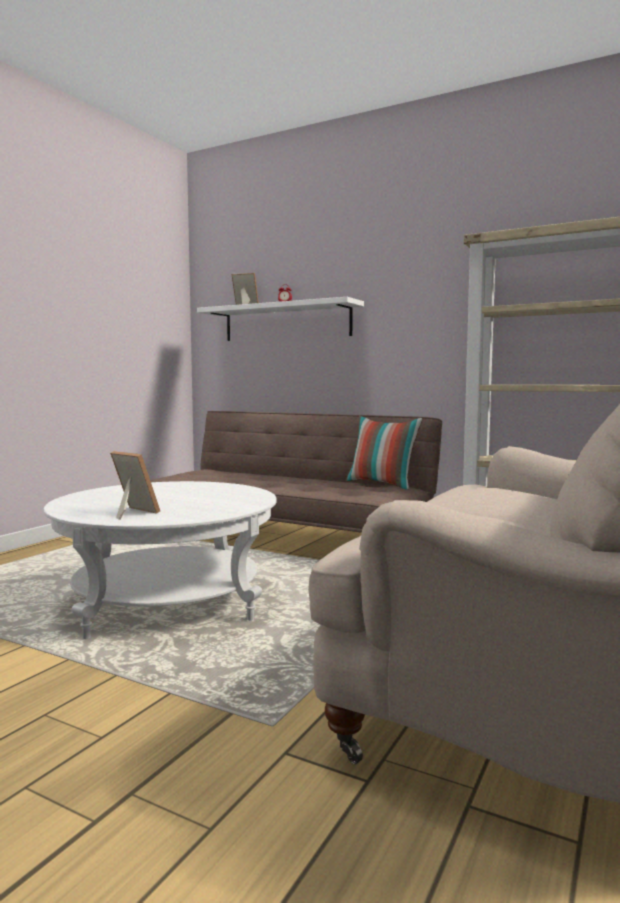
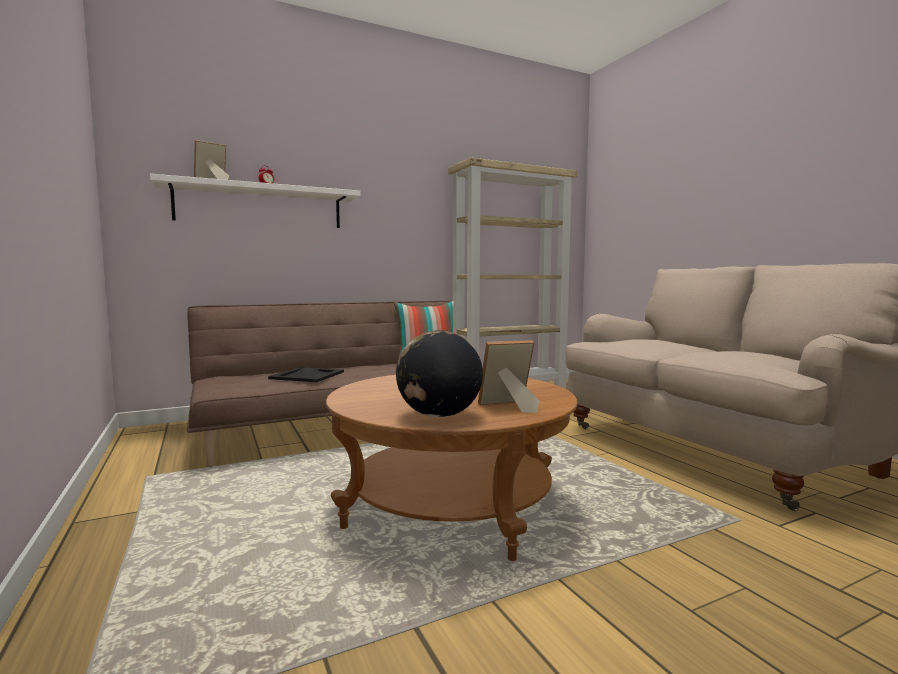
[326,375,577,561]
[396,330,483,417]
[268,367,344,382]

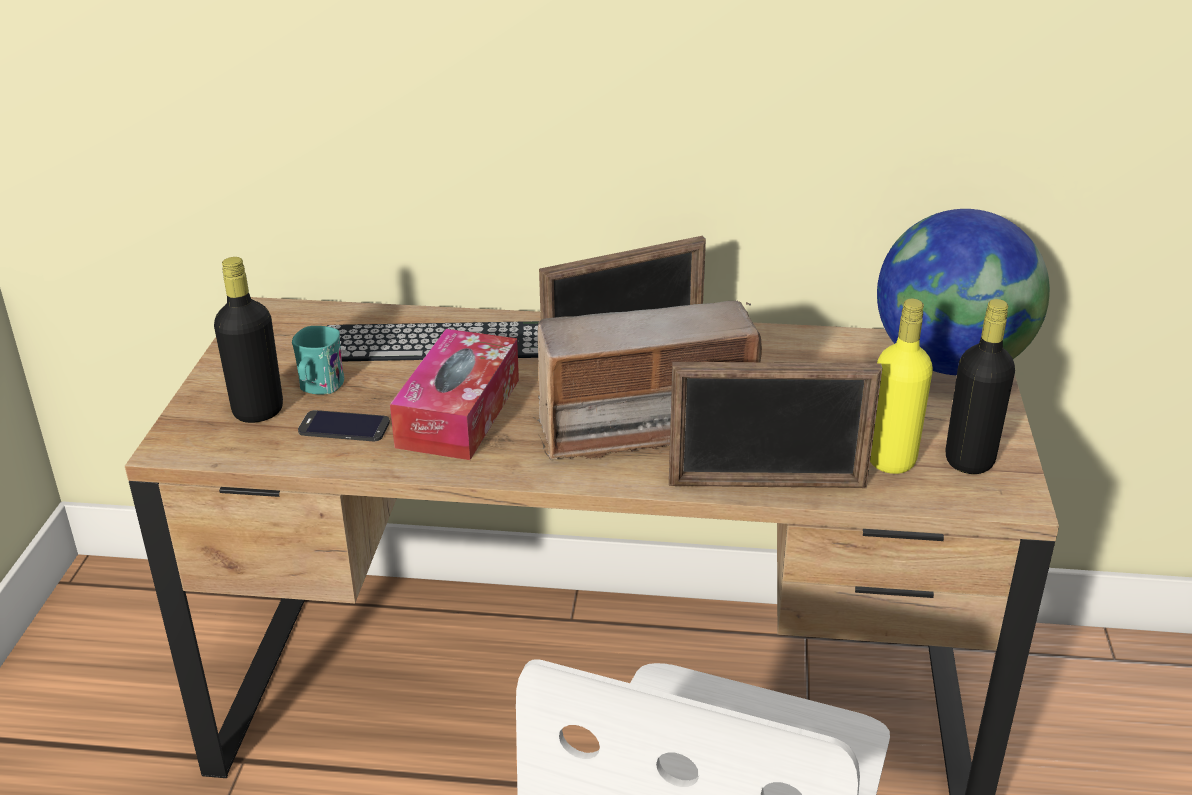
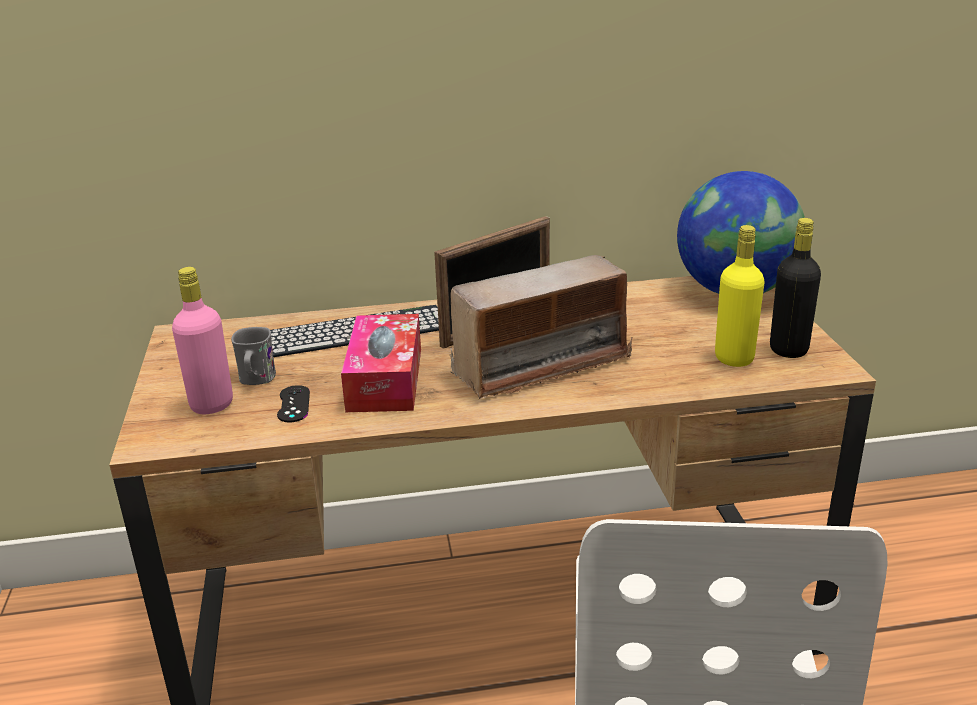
[172,267,233,414]
[231,327,276,385]
[669,362,882,488] (first image)
[277,385,310,422]

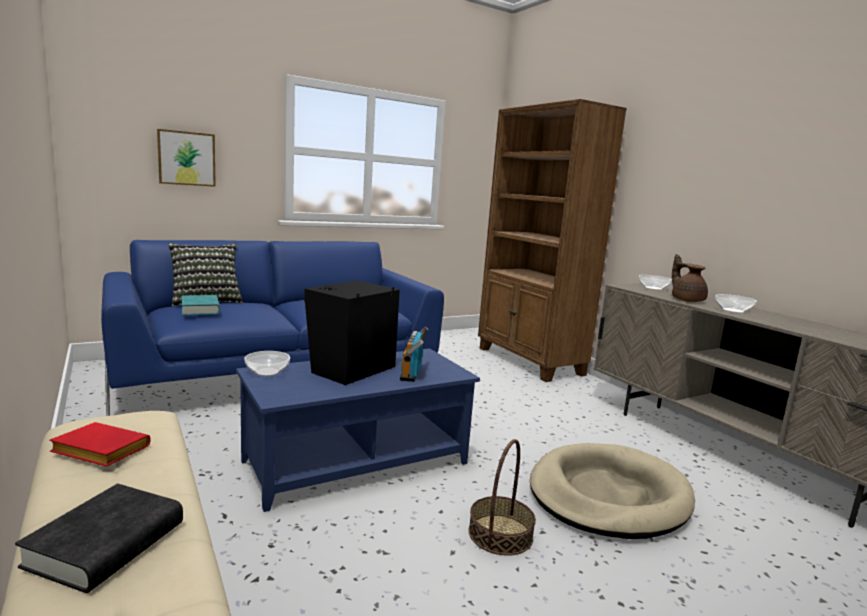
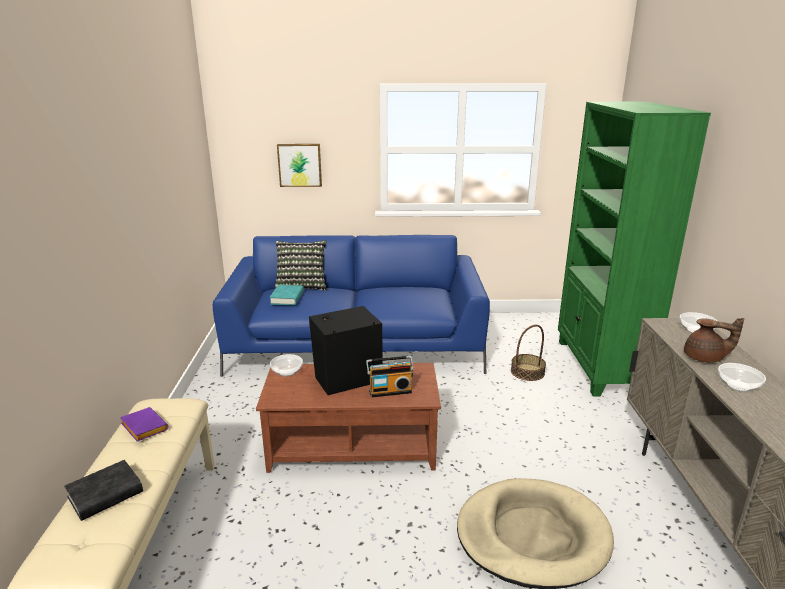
[558,102,711,396]
[684,318,744,363]
[366,356,414,398]
[256,363,441,473]
[120,407,169,442]
[511,325,546,381]

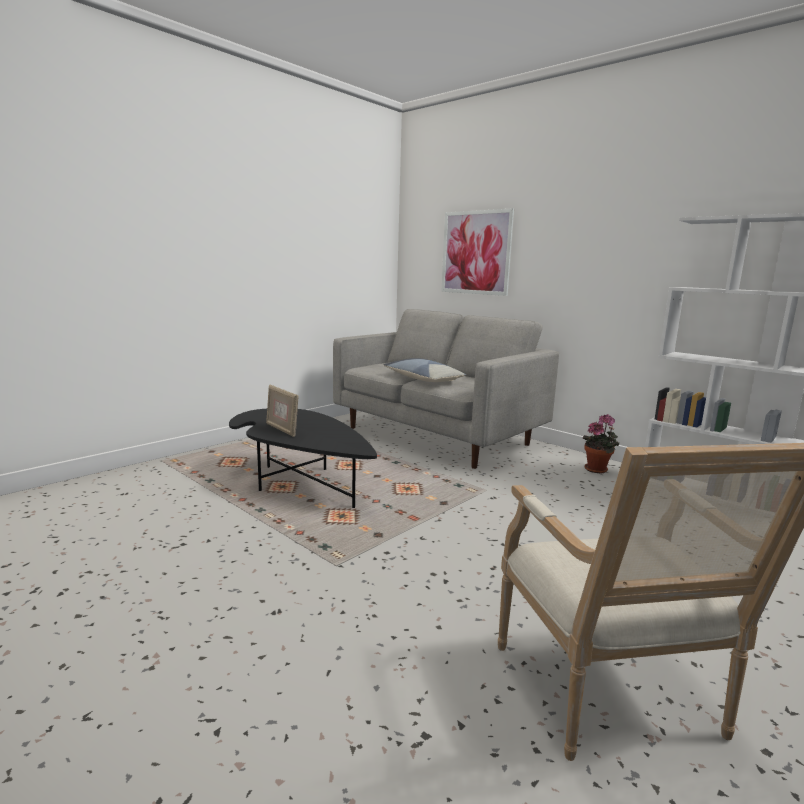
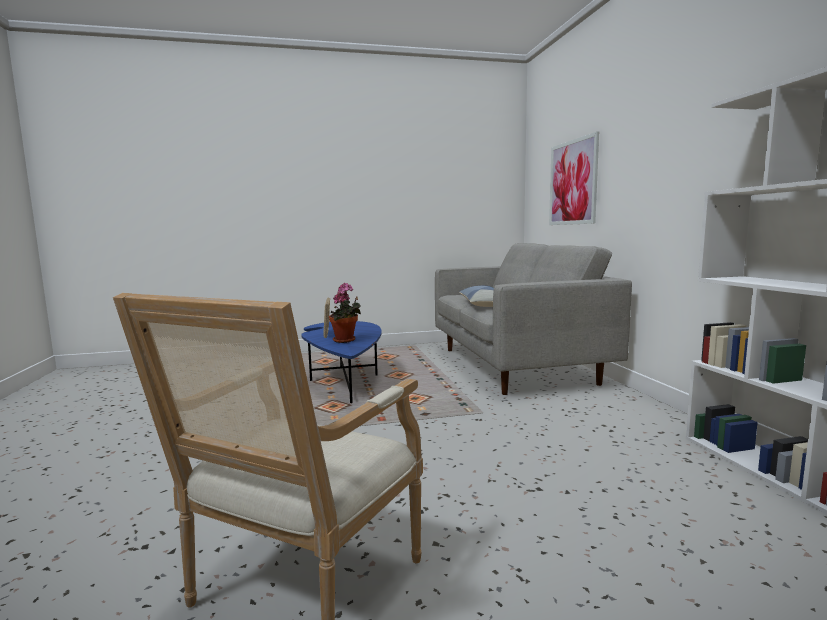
[301,321,382,403]
[329,283,361,343]

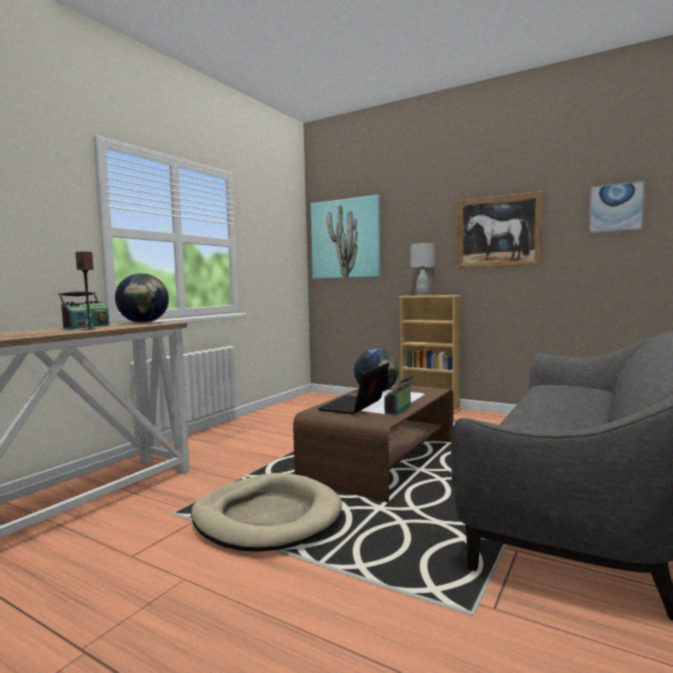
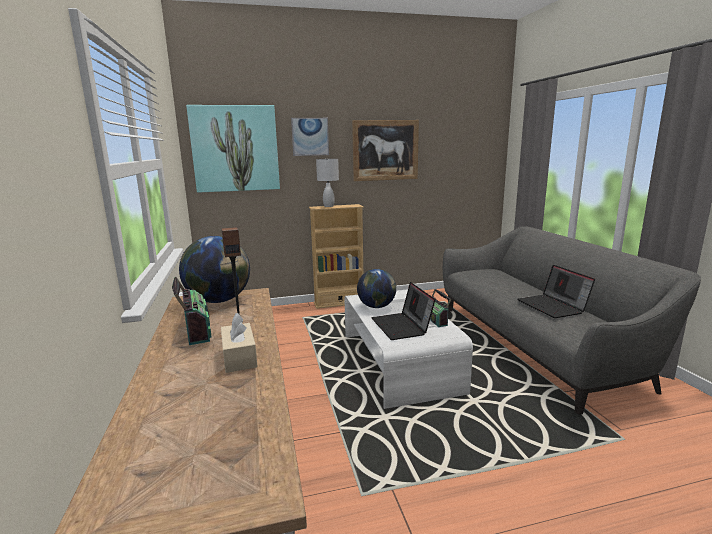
[291,118,329,156]
[345,289,473,409]
[191,473,342,552] (first image)
[517,265,595,318]
[221,313,258,373]

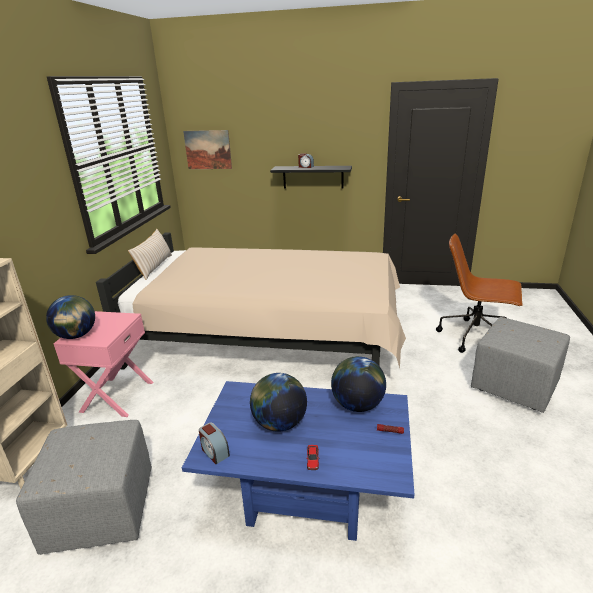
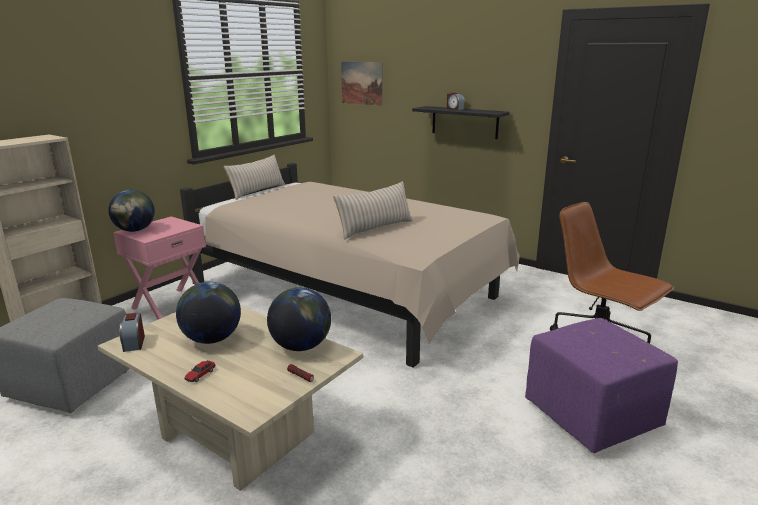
[525,318,678,453]
[98,306,363,491]
[333,181,413,240]

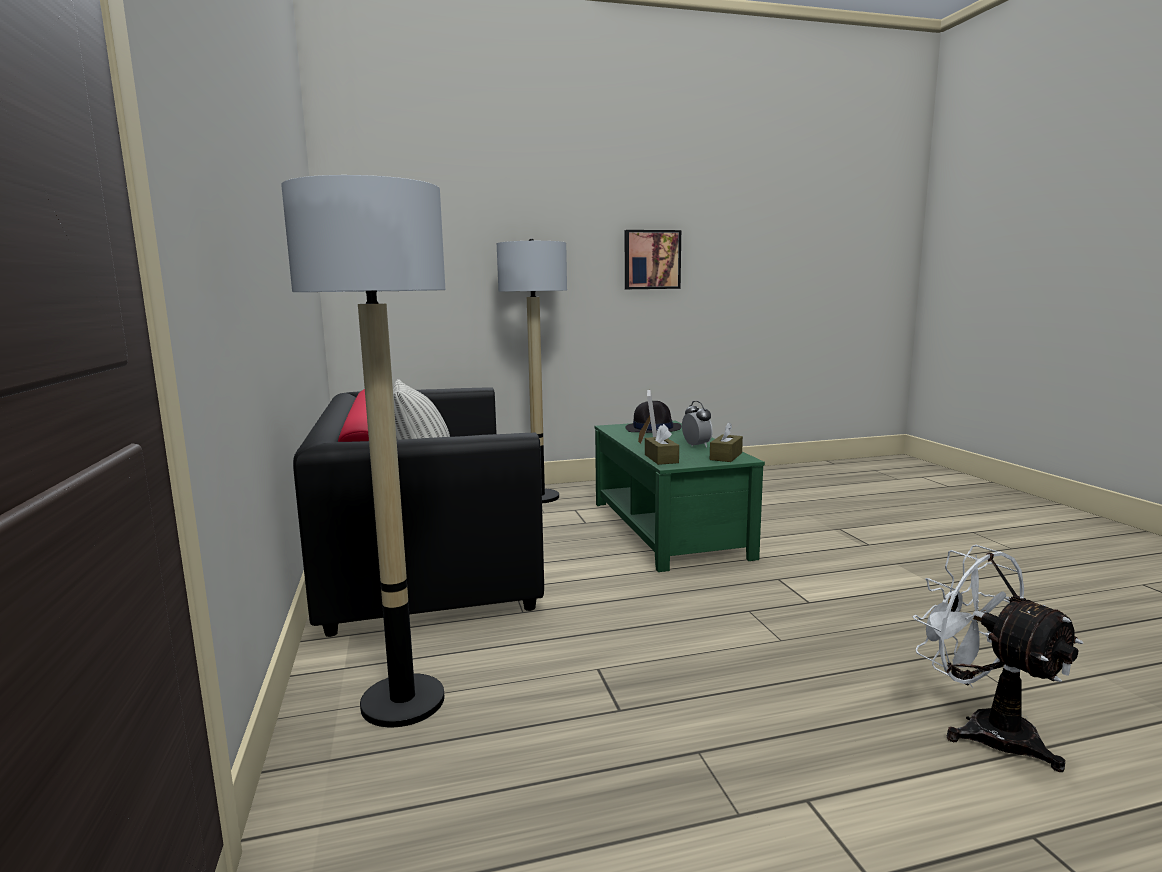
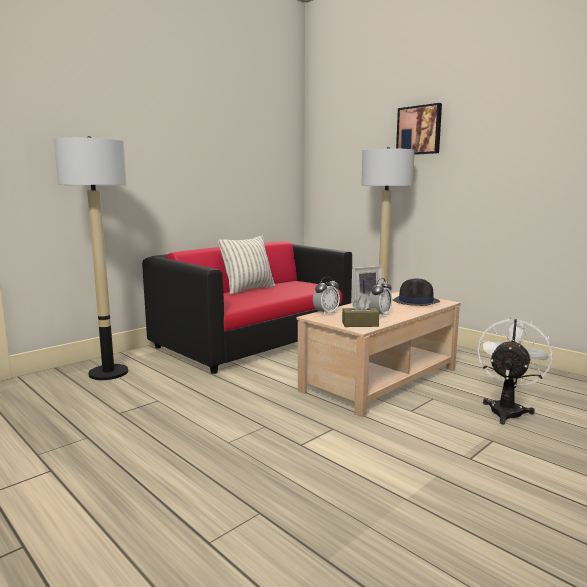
[396,103,442,155]
[296,292,461,417]
[313,277,340,315]
[477,317,553,425]

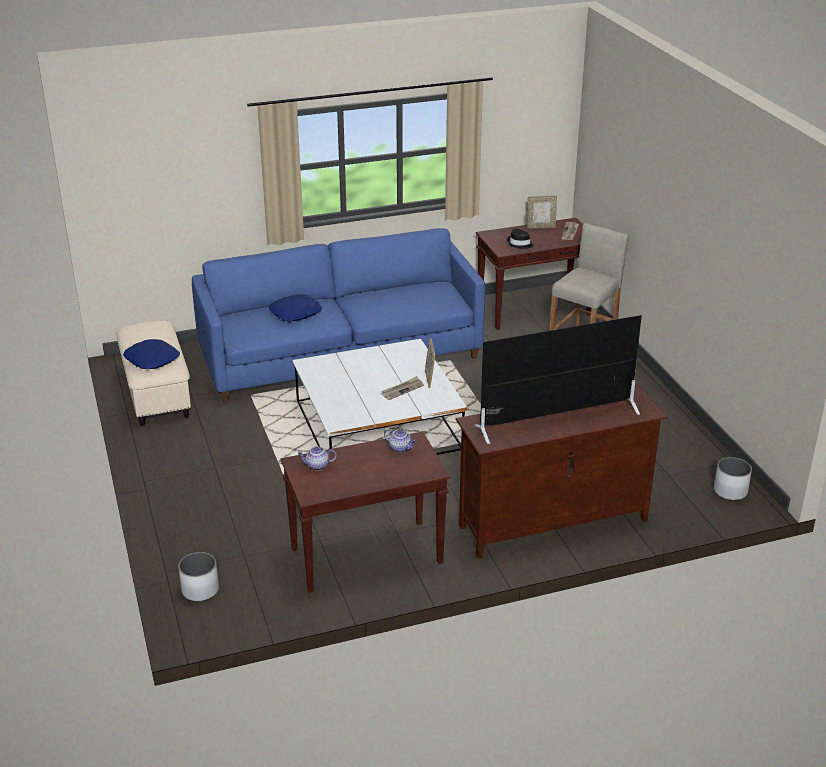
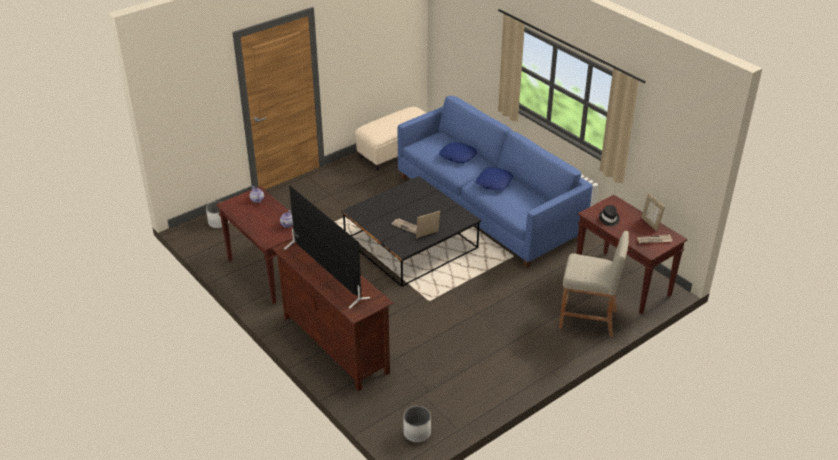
[476,167,513,190]
[341,176,481,287]

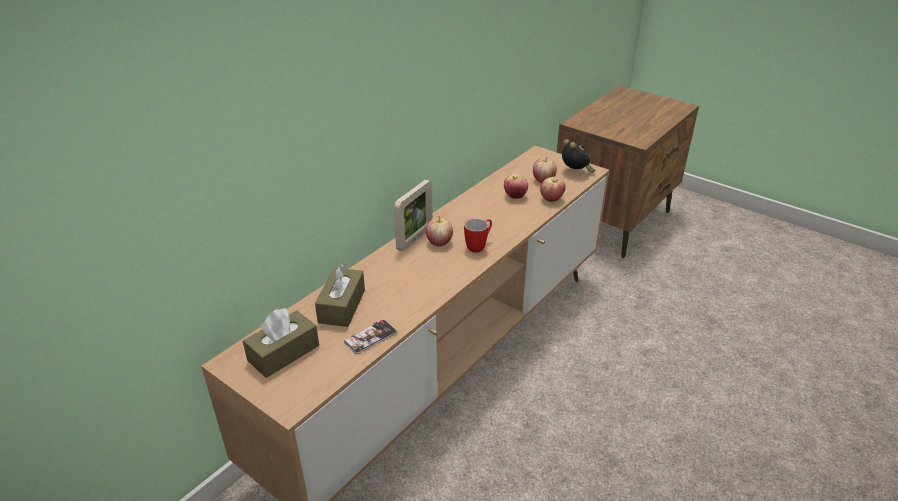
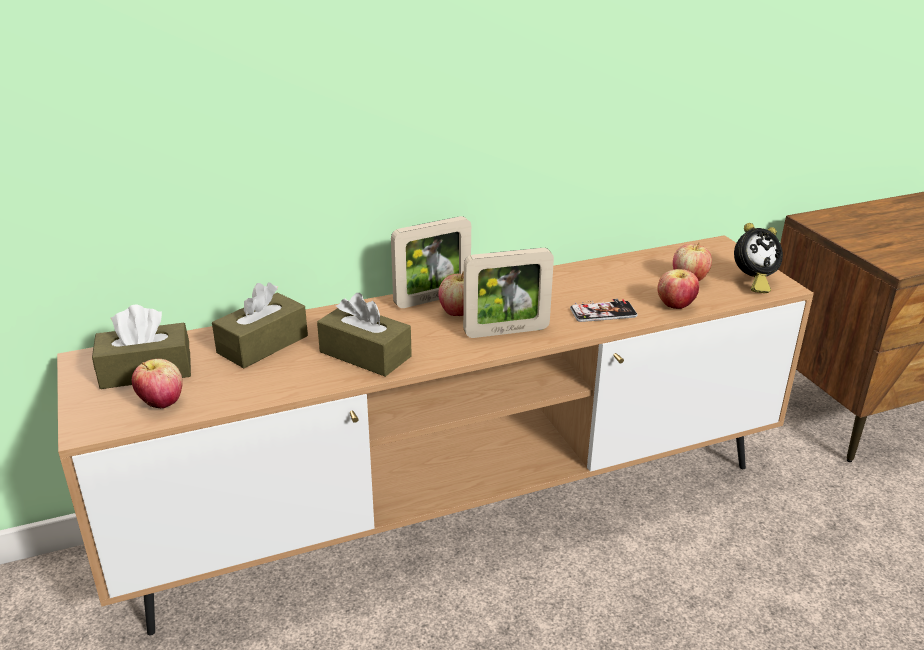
[734,223,783,293]
[132,359,183,409]
[463,248,554,338]
[570,299,638,322]
[317,293,412,377]

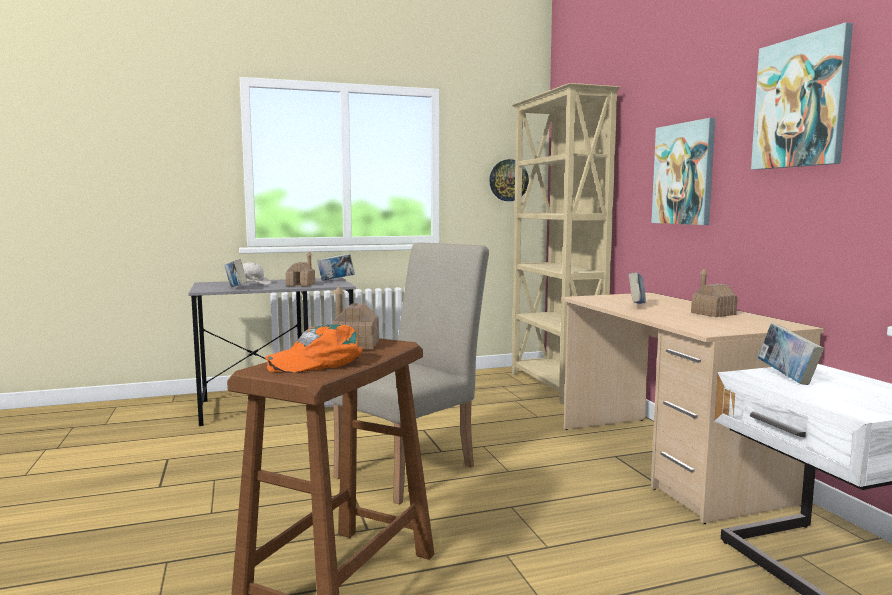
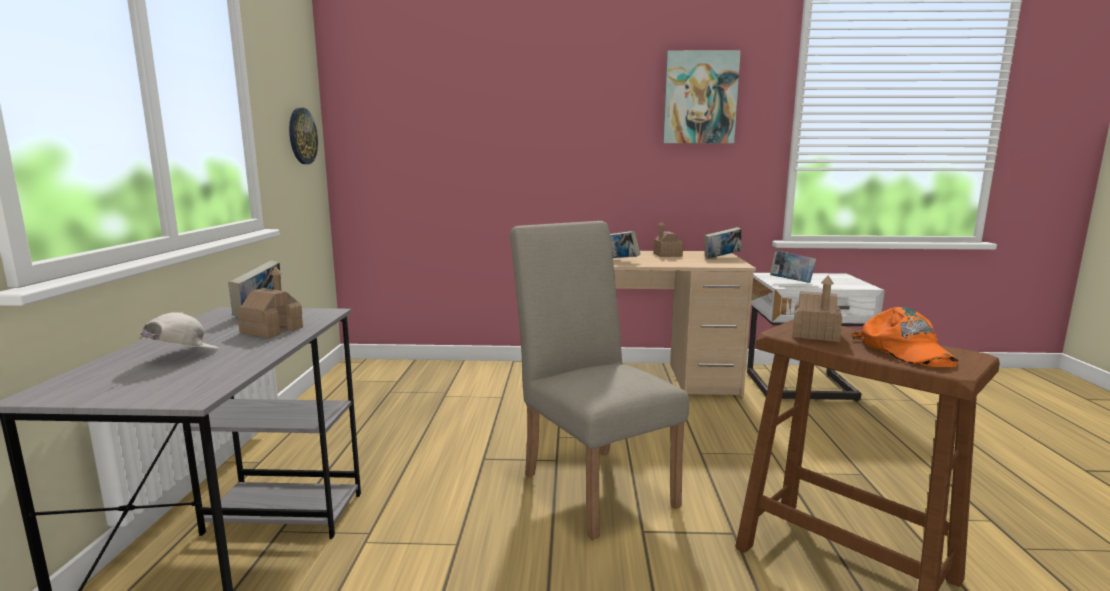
[512,83,620,404] (first image)
[651,118,715,225] (first image)
[704,227,742,259]

